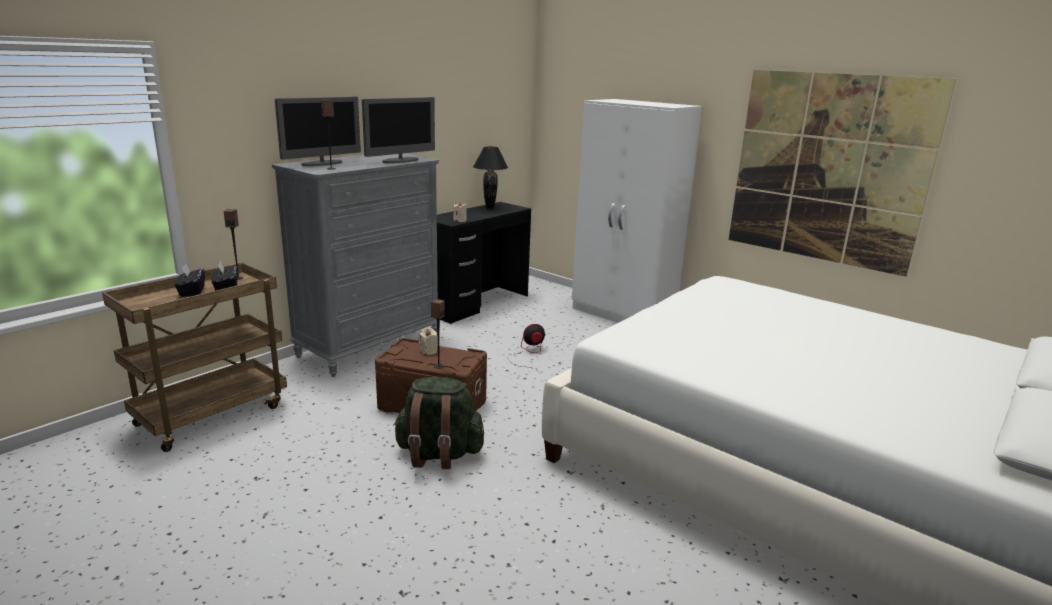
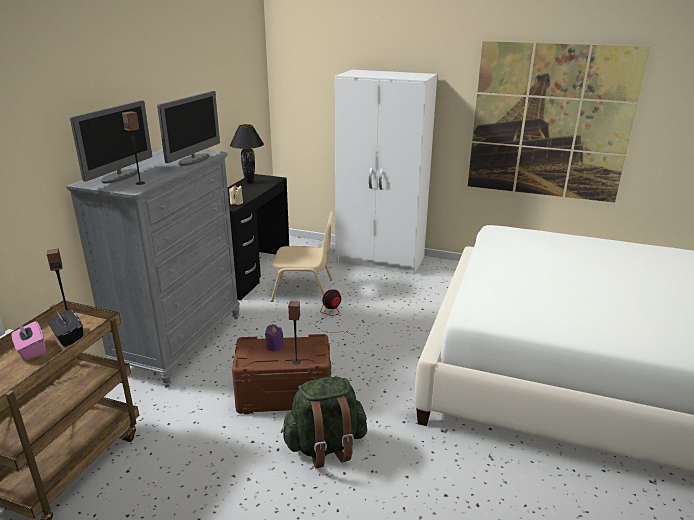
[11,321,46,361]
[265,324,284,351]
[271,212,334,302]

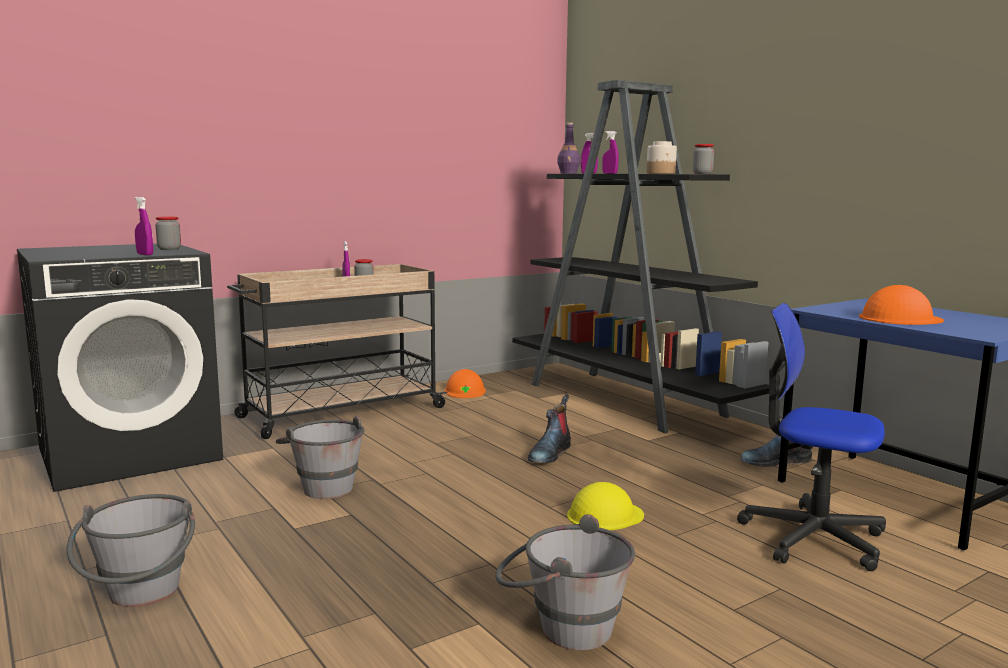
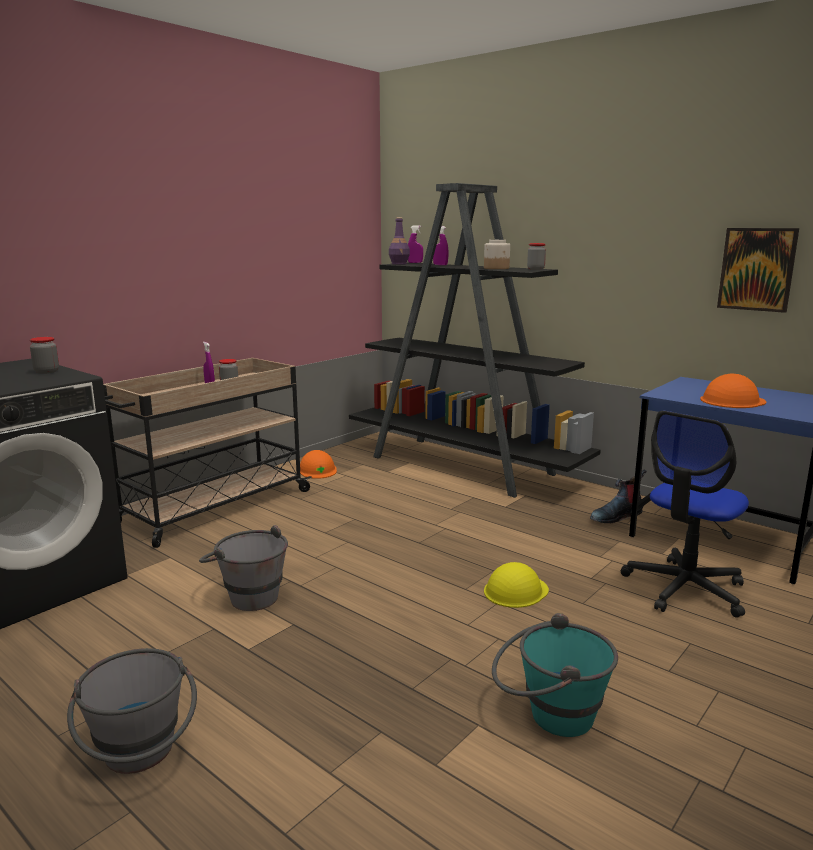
[135,197,153,256] (first image)
[621,411,749,618]
[528,395,571,463] (first image)
[492,613,618,737]
[717,228,799,313]

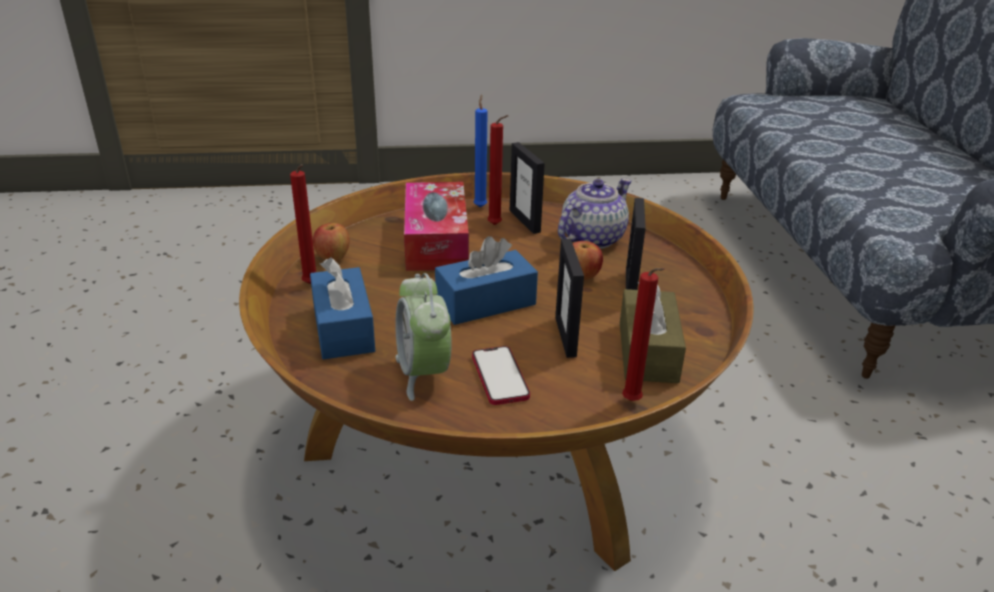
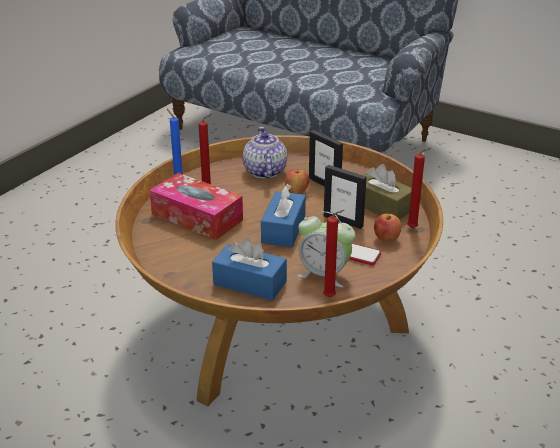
[510,142,545,234] (first image)
[323,210,345,297]
[374,213,401,242]

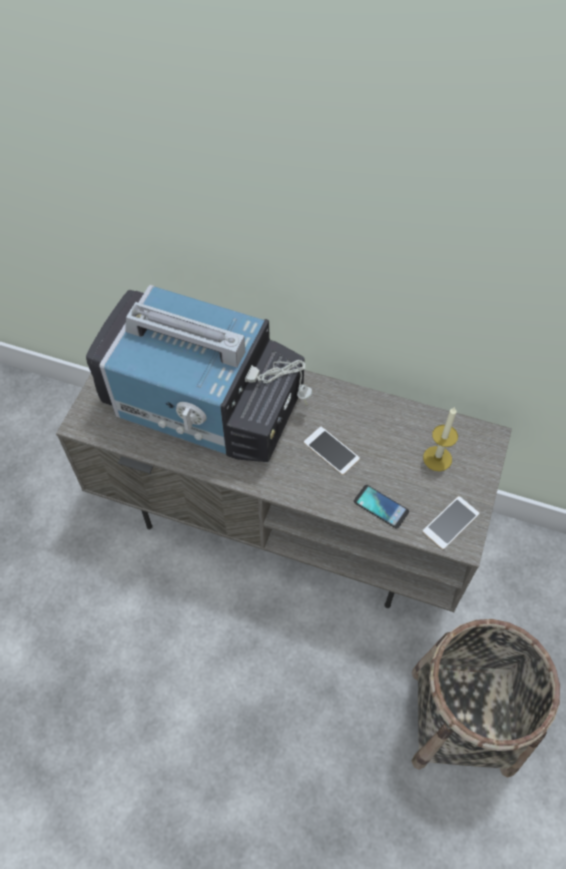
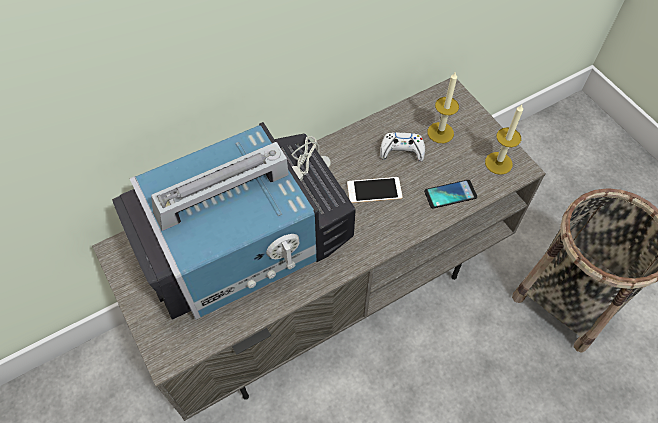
[485,105,523,175]
[380,132,425,162]

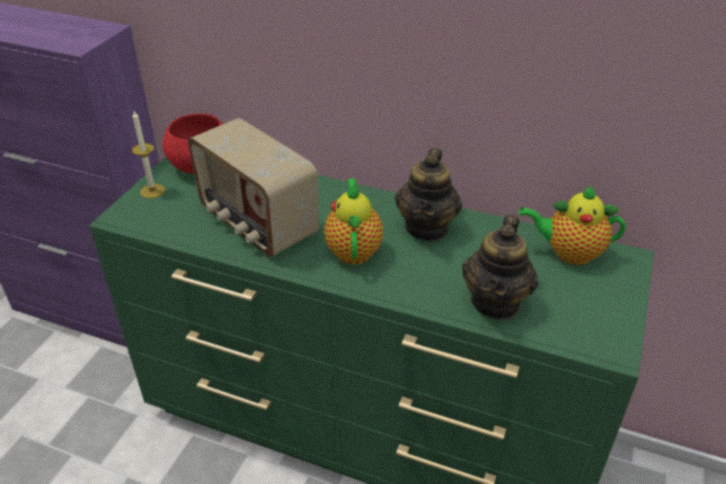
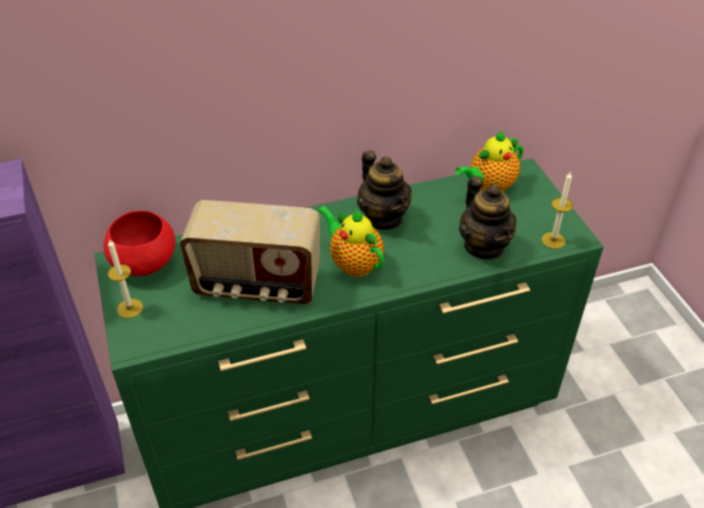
[542,171,573,249]

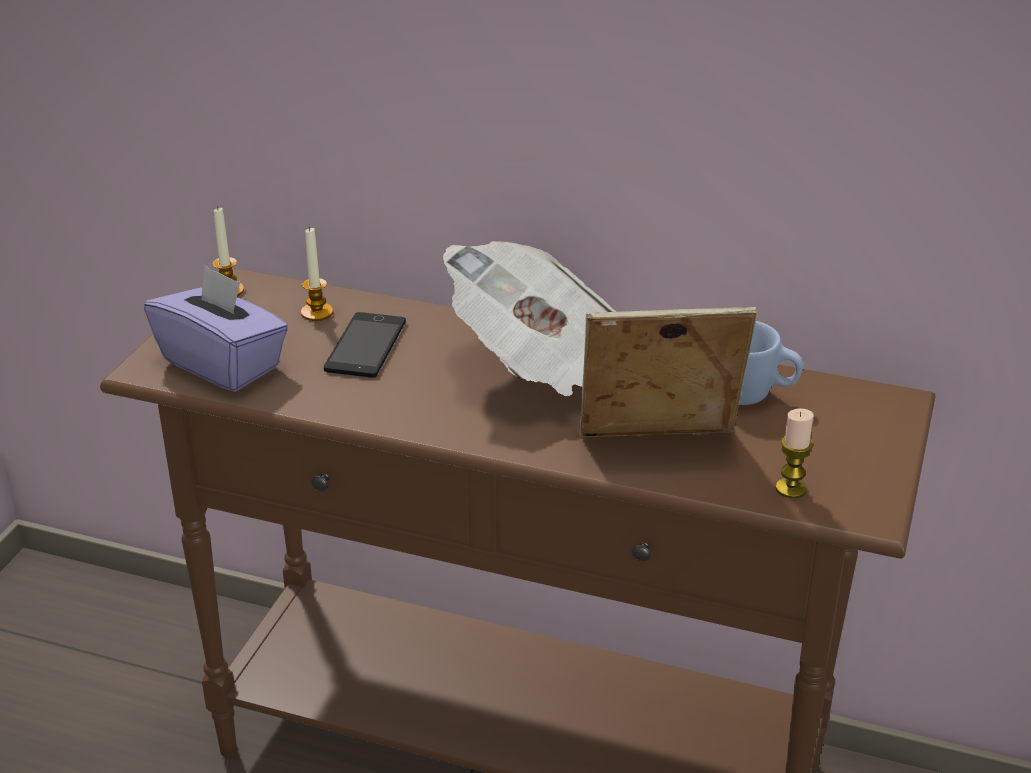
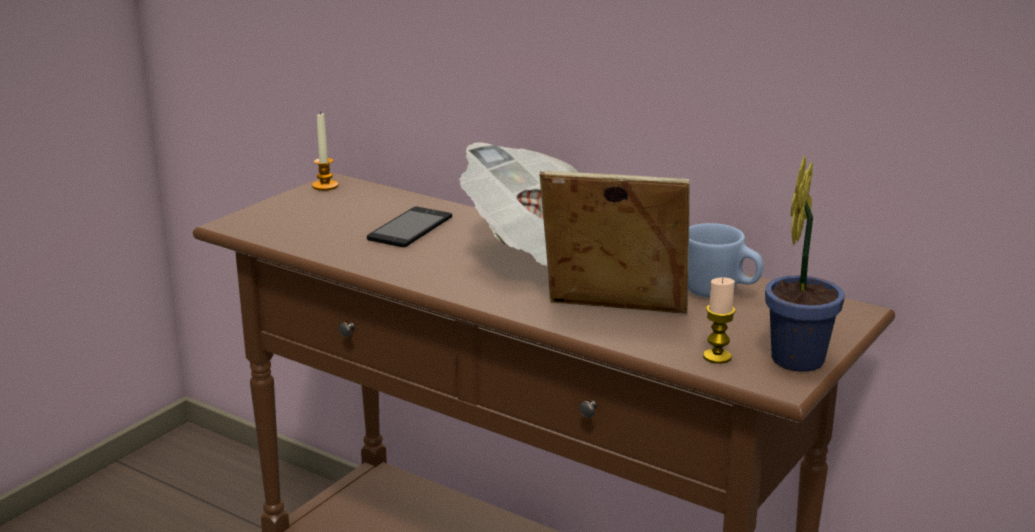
[301,227,333,321] (first image)
[144,265,288,392] (first image)
[765,155,845,372]

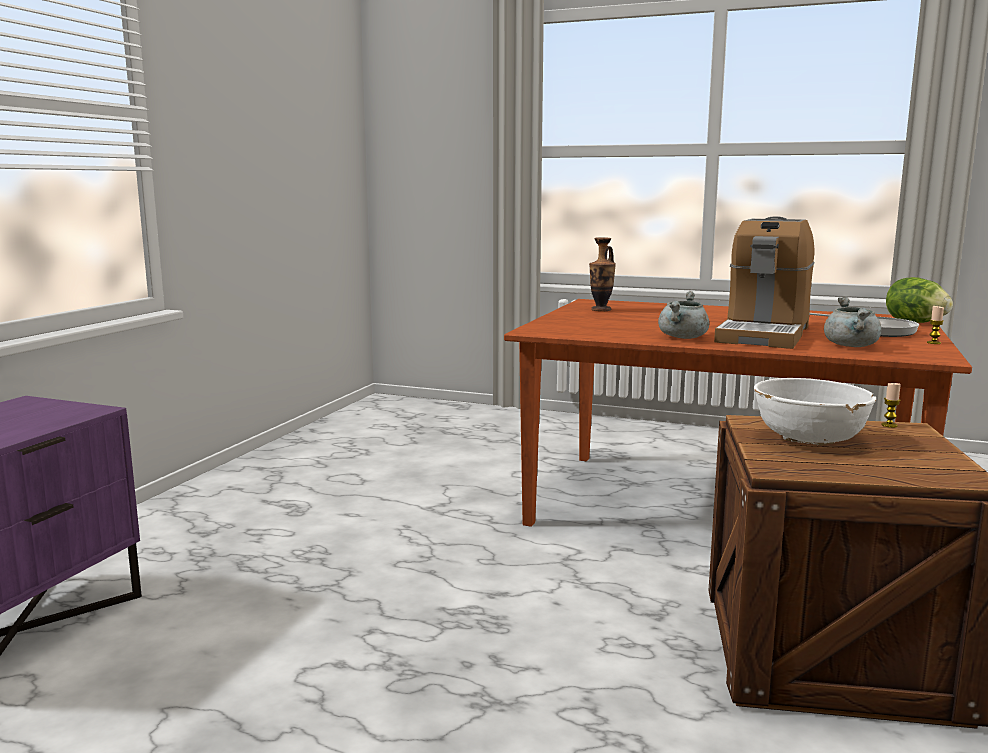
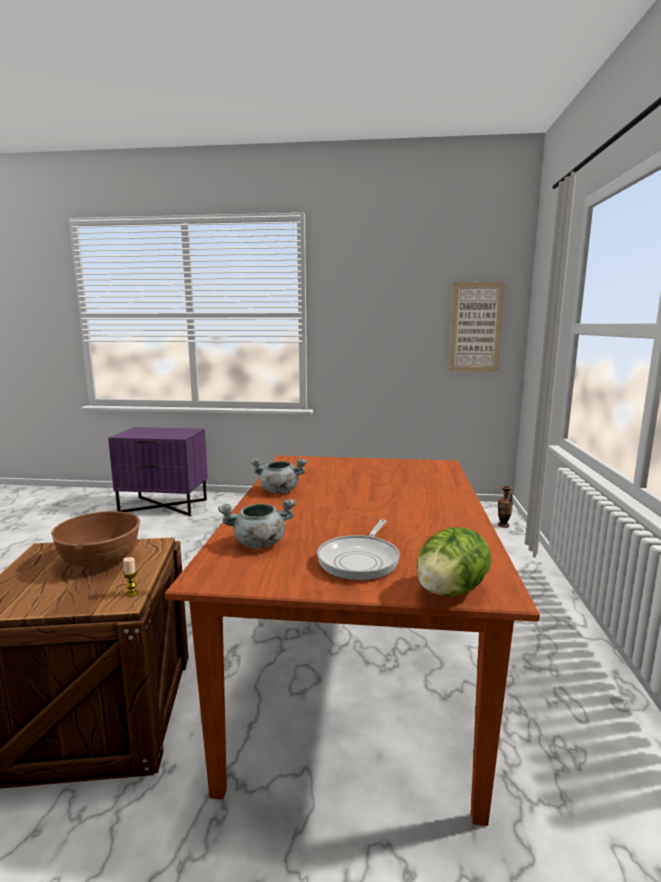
[714,216,815,349] (first image)
[498,486,513,528]
[927,306,944,344] (first image)
[51,511,140,568]
[449,282,505,372]

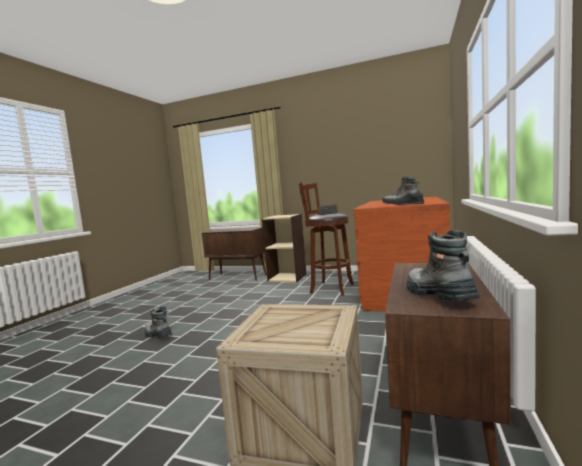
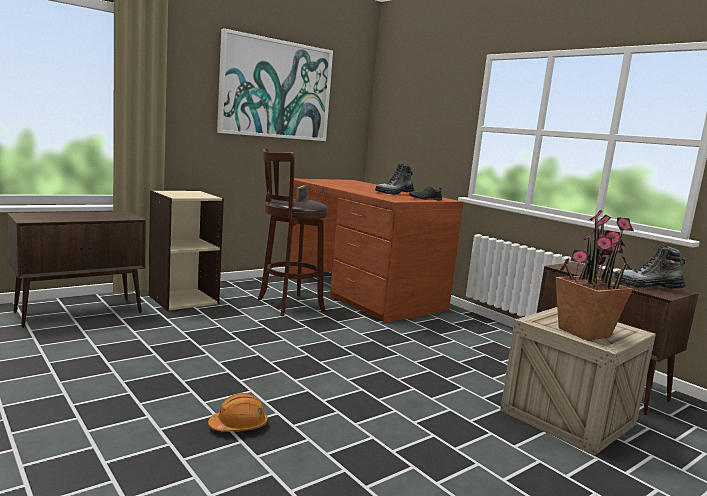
[208,393,268,432]
[217,28,333,141]
[556,210,634,341]

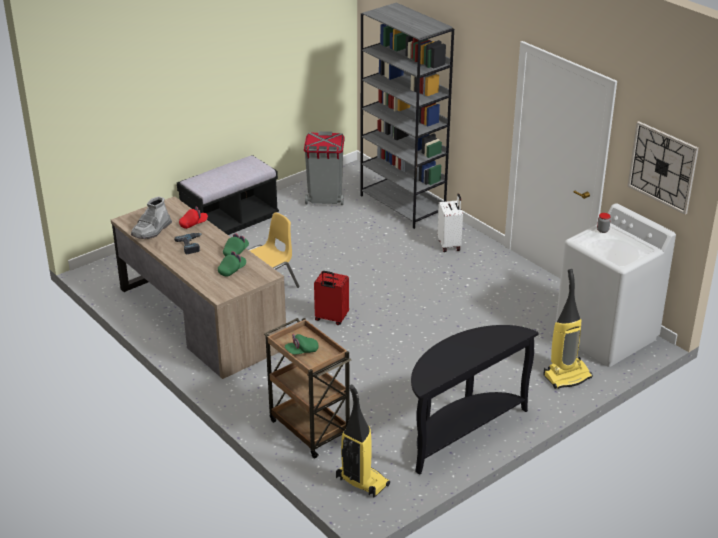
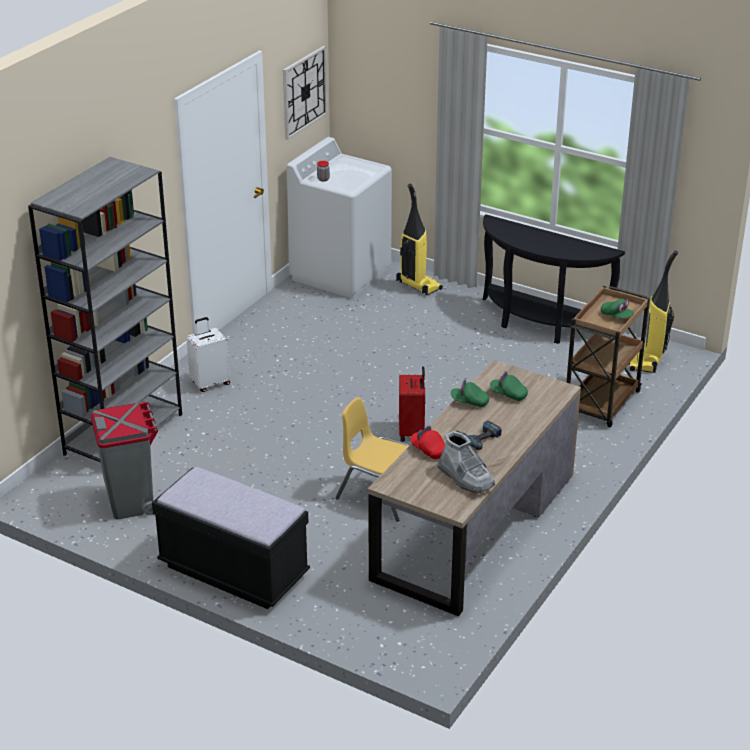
[438,431,495,493]

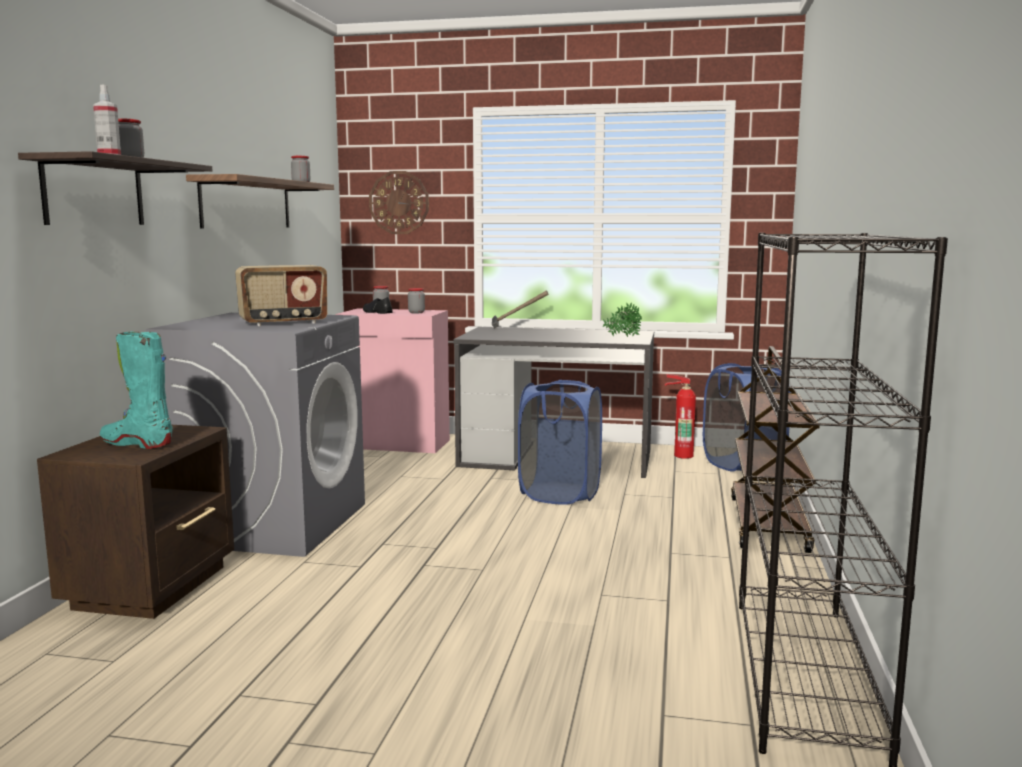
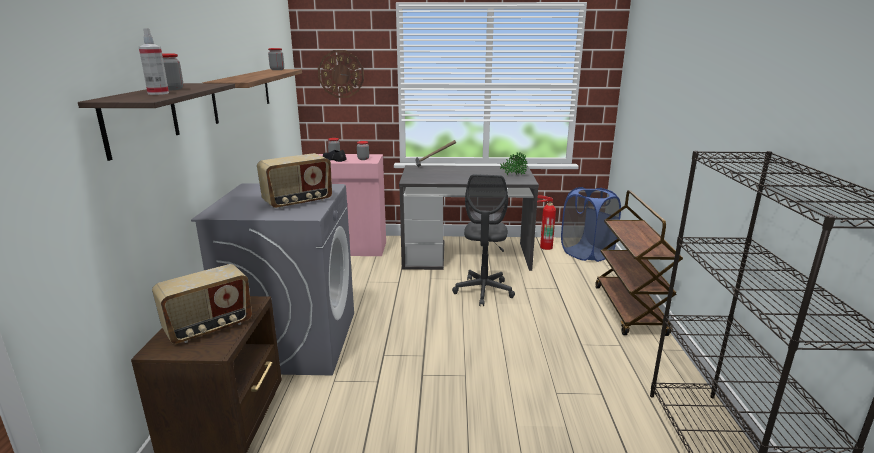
[152,264,252,344]
[452,174,515,306]

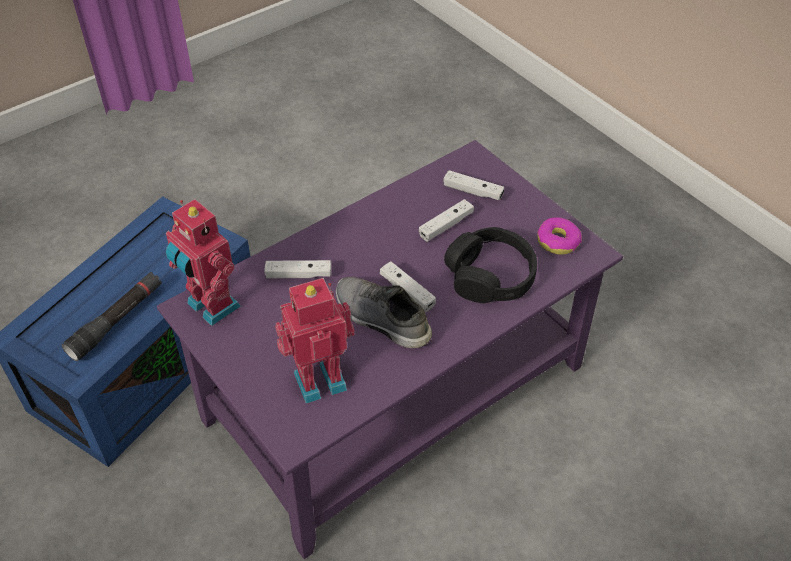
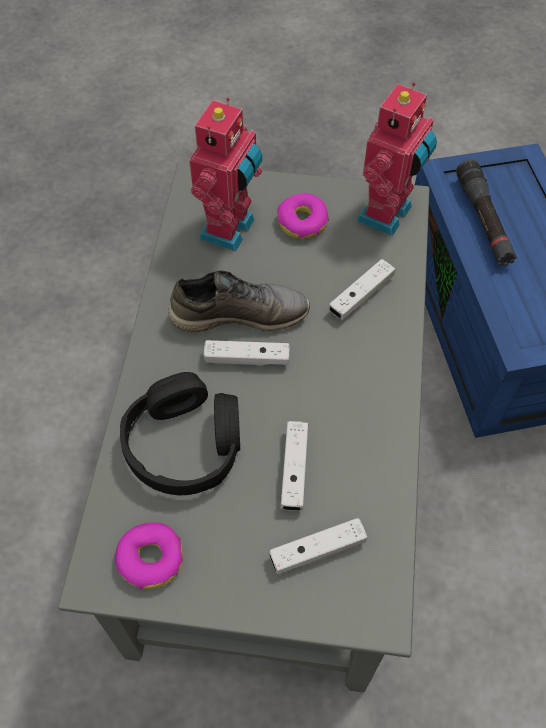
[58,163,430,693]
[356,82,437,236]
[277,193,329,239]

